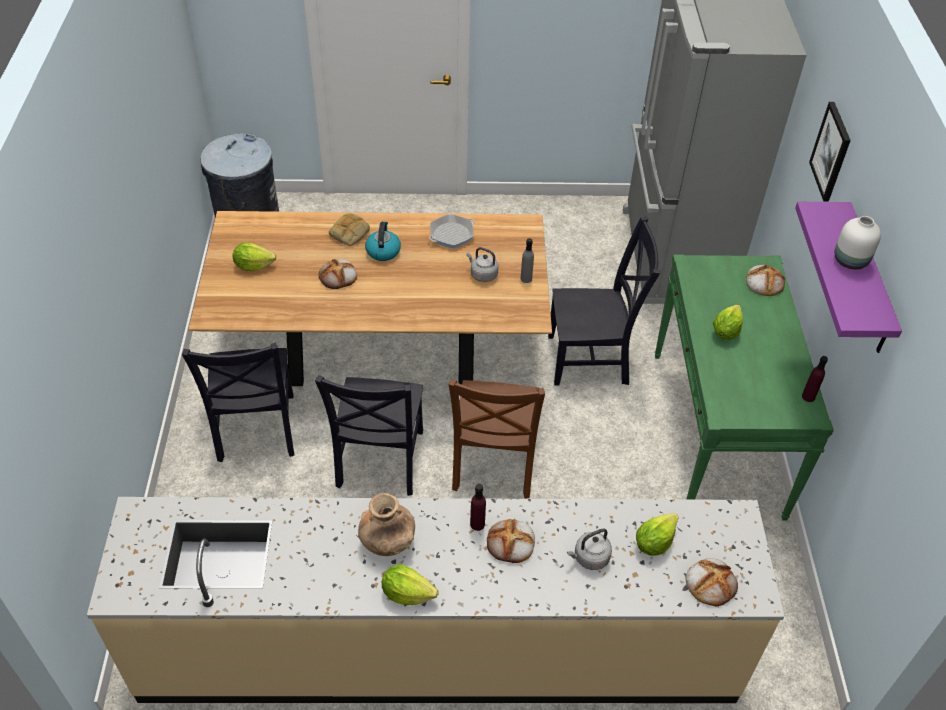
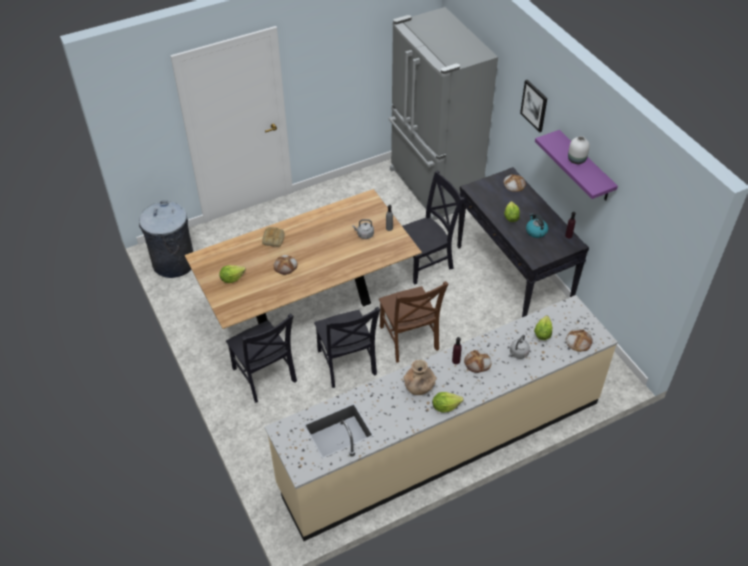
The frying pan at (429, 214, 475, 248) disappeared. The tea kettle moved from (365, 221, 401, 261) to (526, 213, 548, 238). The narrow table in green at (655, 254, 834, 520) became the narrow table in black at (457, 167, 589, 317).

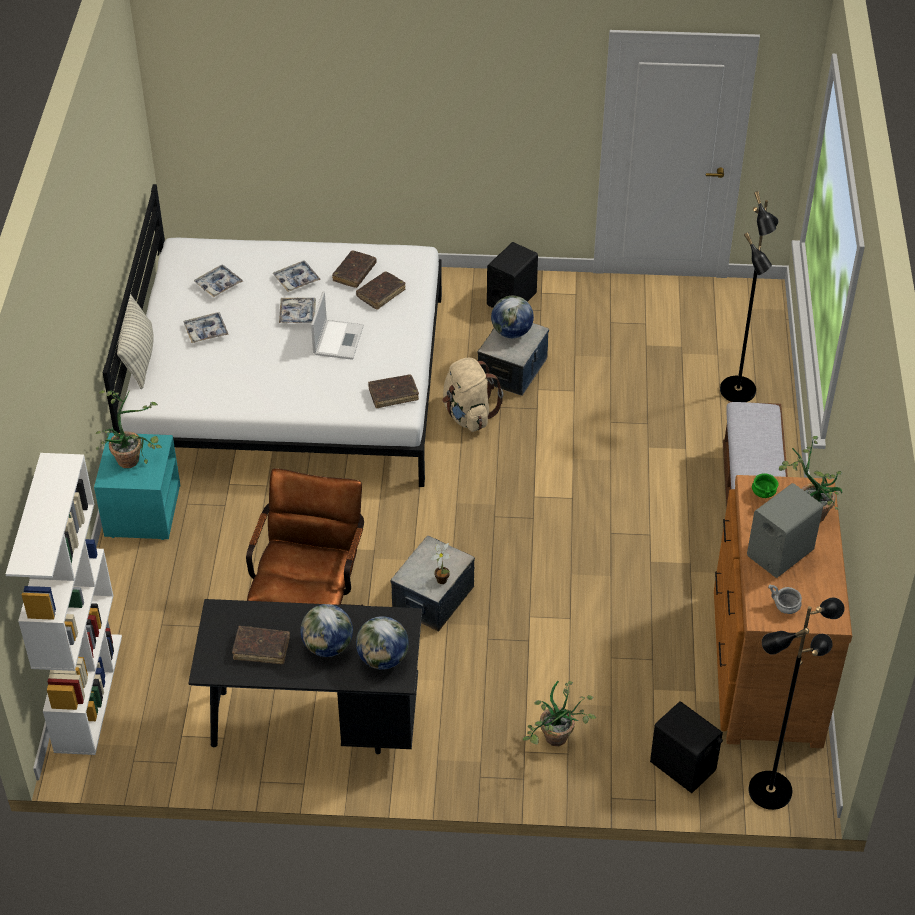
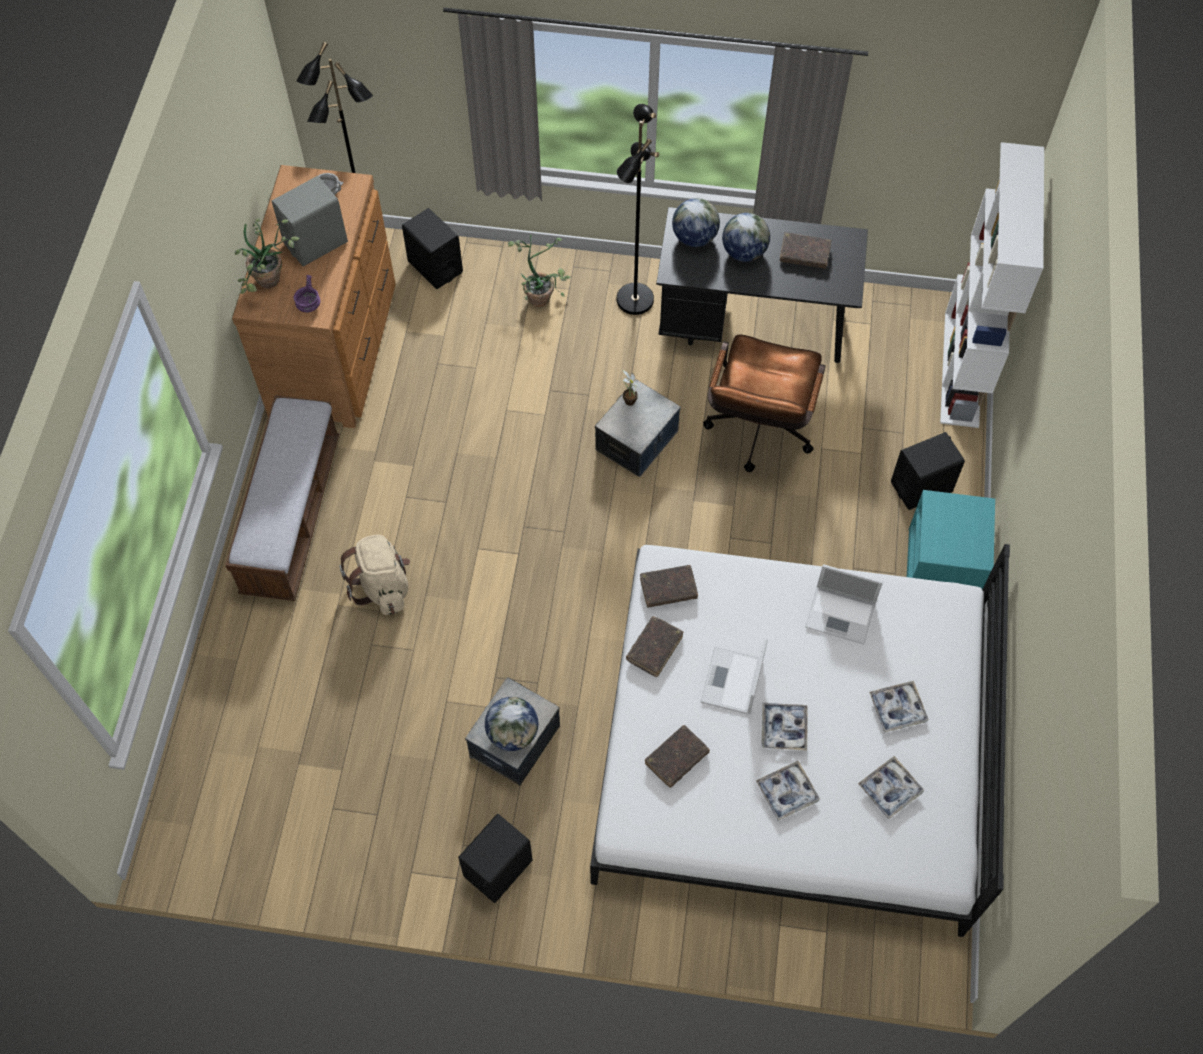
The potted plant at (96, 390, 162, 468) disappeared. The cushion at (117, 294, 154, 389) disappeared. The laptop at (805, 564, 883, 645) appeared. The loudspeaker in black at (891, 432, 965, 510) appeared. The bound book in brown-coloured moved from (332, 250, 377, 288) to (626, 616, 683, 677). The backpack in sand-coloured moved from (442, 358, 503, 432) to (339, 535, 410, 615). The standard lamp in black moved from (720, 191, 779, 402) to (617, 104, 659, 315). The serving bowl in green at (752, 473, 778, 498) became the serving bowl in purple-coloured at (294, 275, 320, 313).

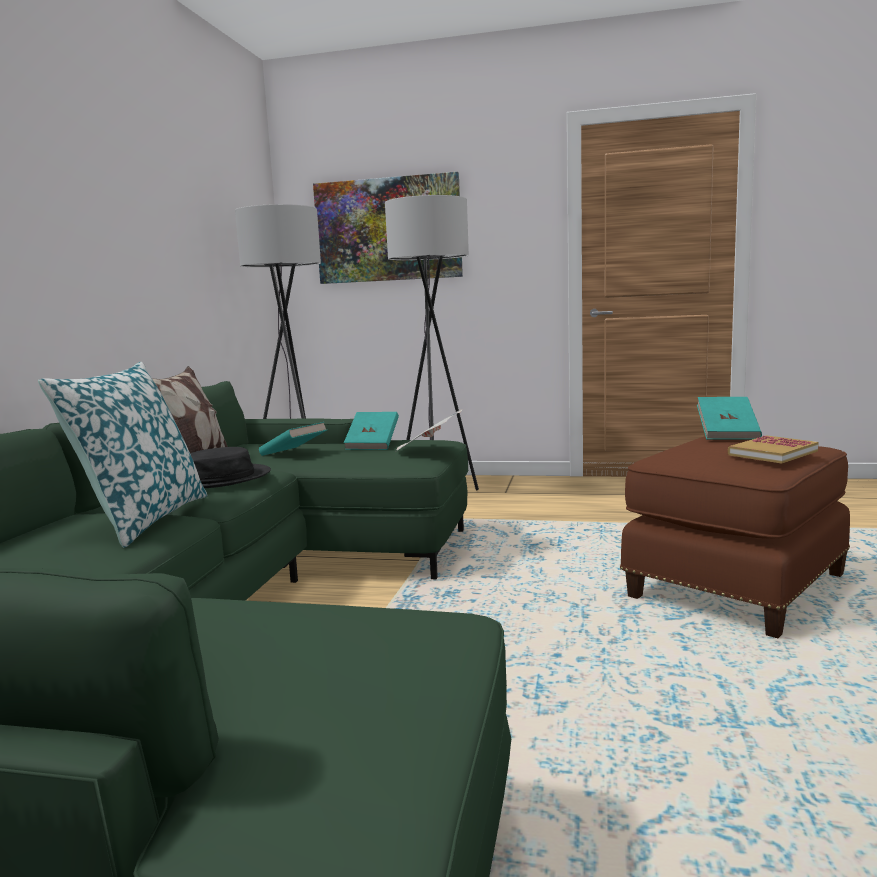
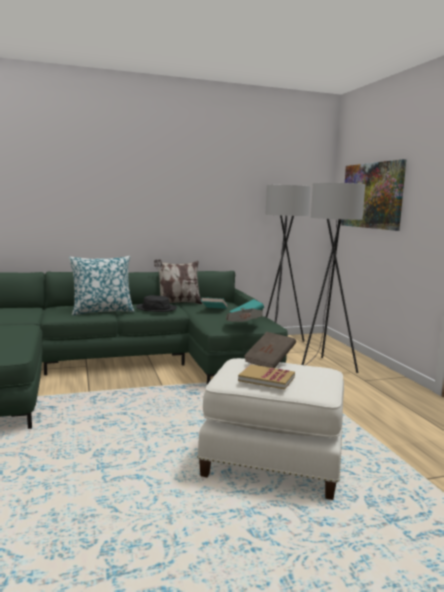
The bound book in turquoise-coloured at (697, 397, 762, 440) disappeared. The bound book in brown-coloured at (244, 332, 296, 368) appeared. The pouffe in brown-coloured at (620, 437, 850, 638) became the pouffe in white-coloured at (197, 358, 344, 500).

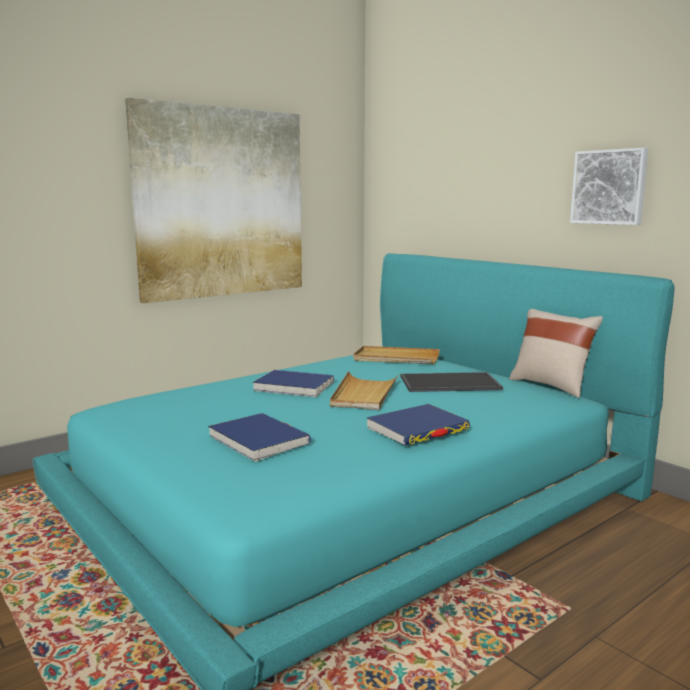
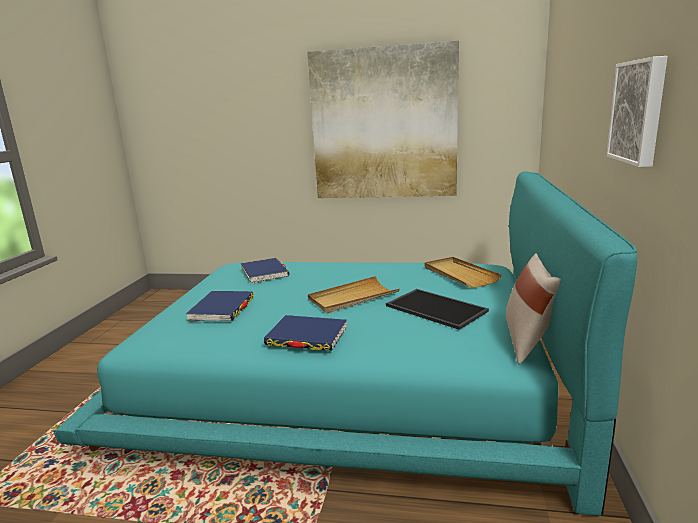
The bound book in bluish moved from (252, 370, 334, 397) to (241, 258, 290, 284).

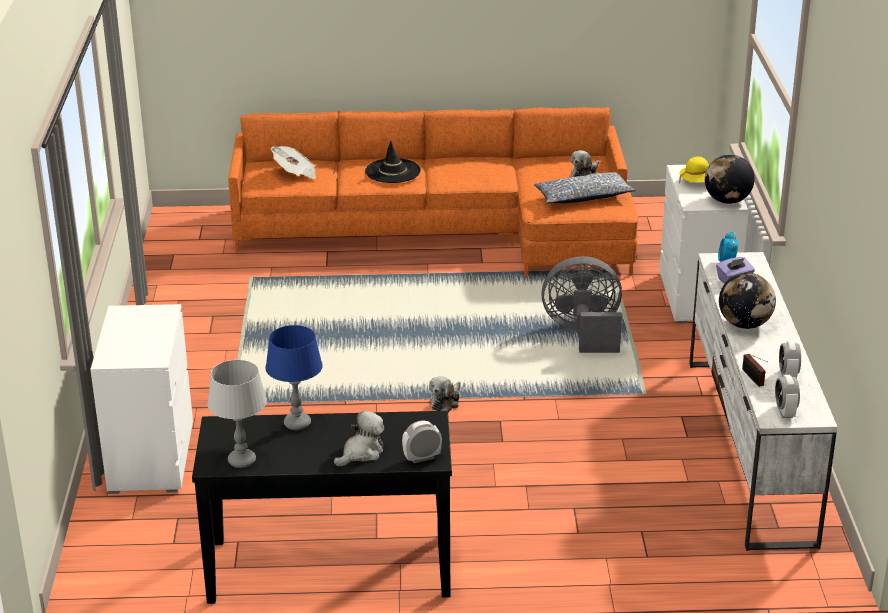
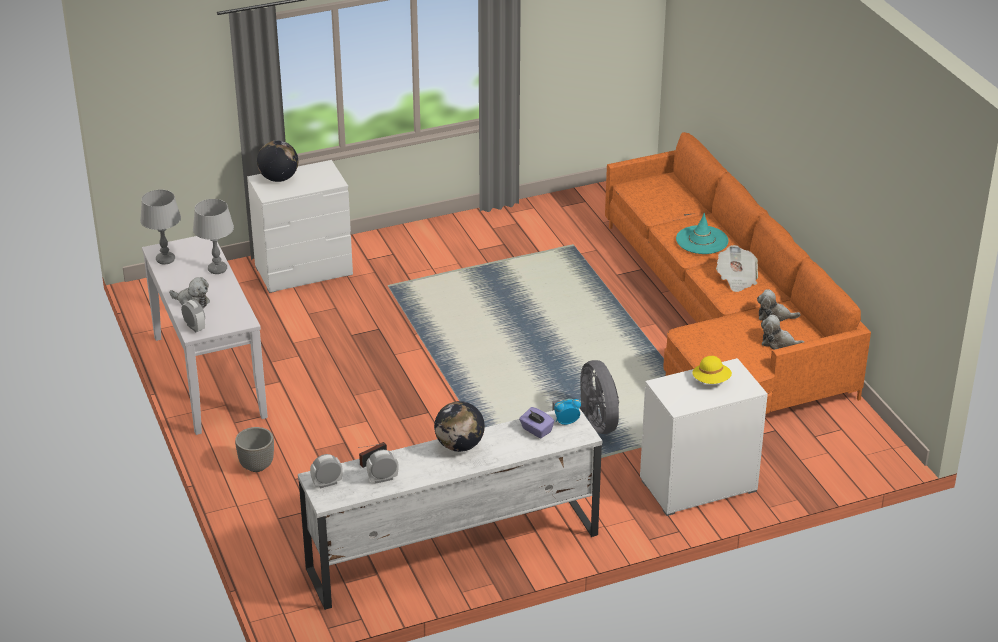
The cushion at (534, 172, 636, 204) disappeared. The plant pot at (235, 427, 274, 472) appeared. The printed paper moved from (271, 146, 316, 179) to (716, 245, 758, 292). The plush toy moved from (429, 376, 461, 412) to (757, 289, 801, 322). The globe moved from (705, 154, 755, 204) to (257, 140, 298, 182). The narrow table in black at (192, 411, 452, 604) became the narrow table in white-coloured at (142, 236, 268, 435). The lamp for a table in bluish at (265, 325, 323, 430) became the lamp for a table in grey at (193, 199, 234, 274). The clothing hat in black at (365, 140, 421, 183) became the clothing hat in turquoise-coloured at (676, 213, 728, 254).

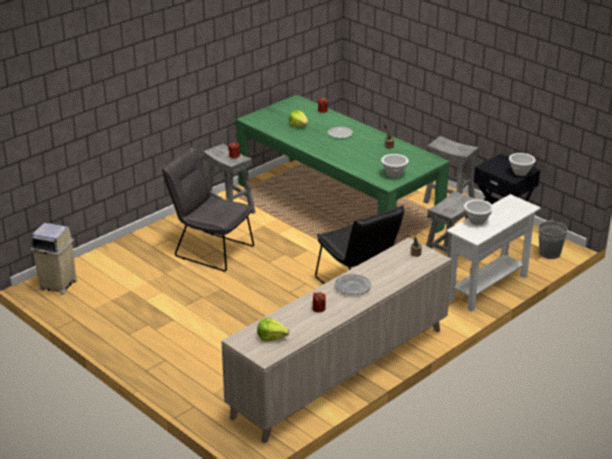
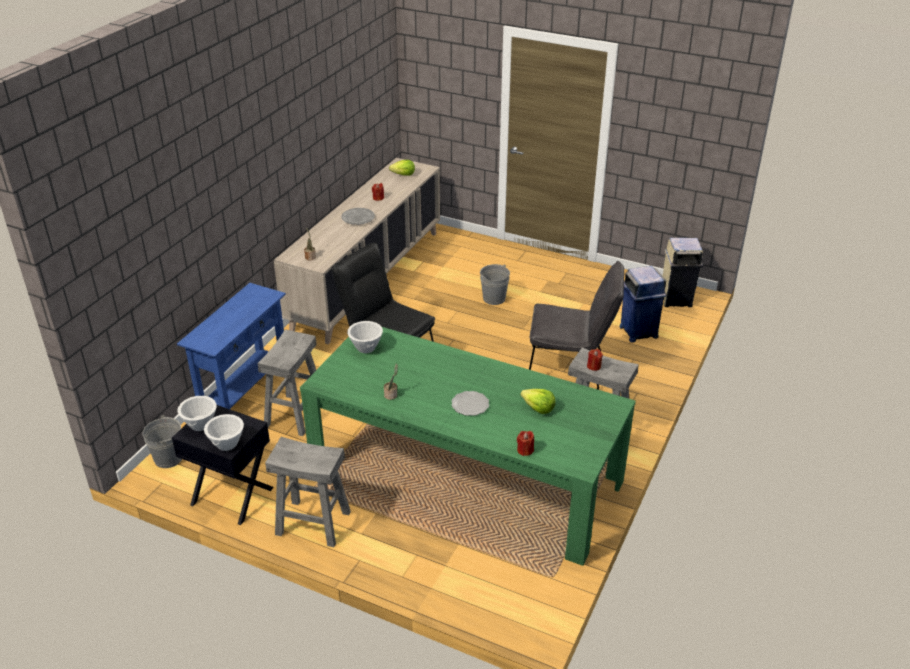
The pail in grey at (480, 264, 510, 305) appeared. The rubbish bin in bluish at (620, 266, 667, 343) appeared. The serving bowl in white-coloured moved from (464, 200, 493, 225) to (204, 414, 244, 451). The narrow table in white-coloured at (446, 194, 541, 312) became the narrow table in bluish at (177, 283, 286, 409).

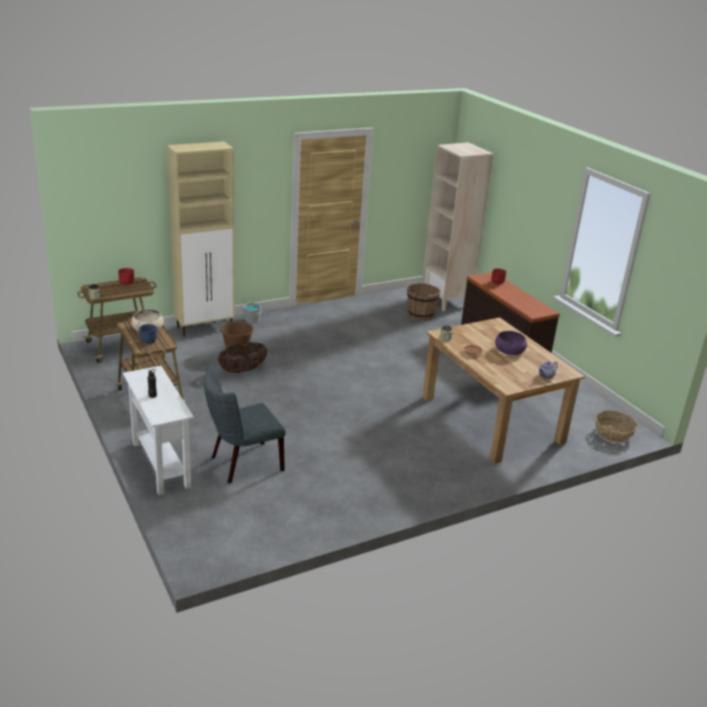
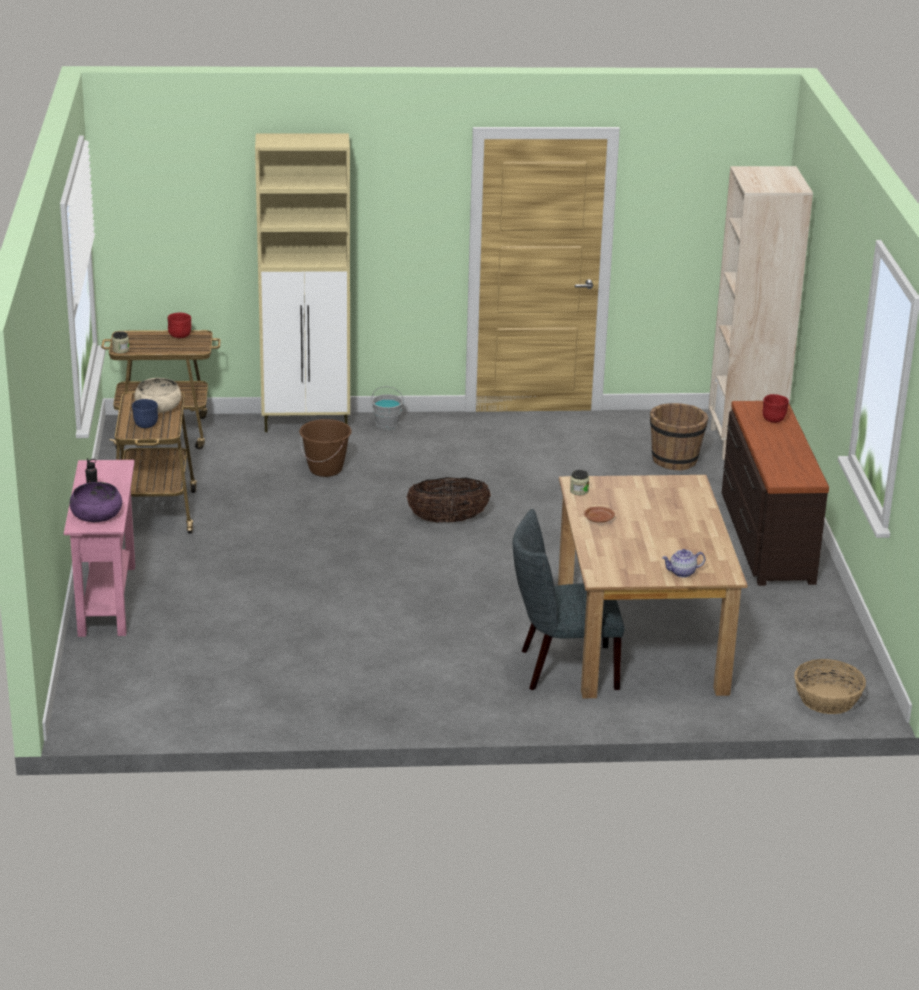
The chair in grey moved from (204, 364, 286, 483) to (513, 509, 625, 690). The basket moved from (218, 342, 267, 373) to (407, 477, 491, 523). The serving bowl in purple-coloured moved from (495, 331, 527, 355) to (70, 482, 122, 522). The narrow table in white-coloured at (123, 366, 194, 495) became the narrow table in pinkish at (64, 460, 135, 637).

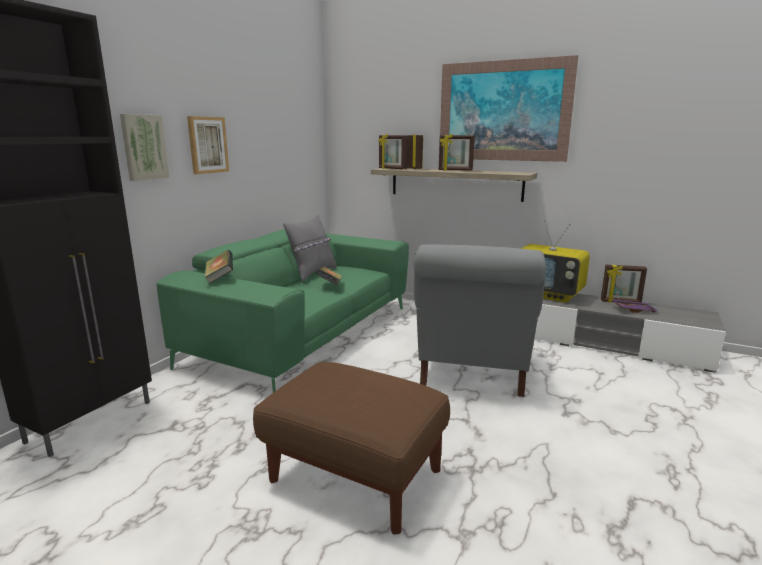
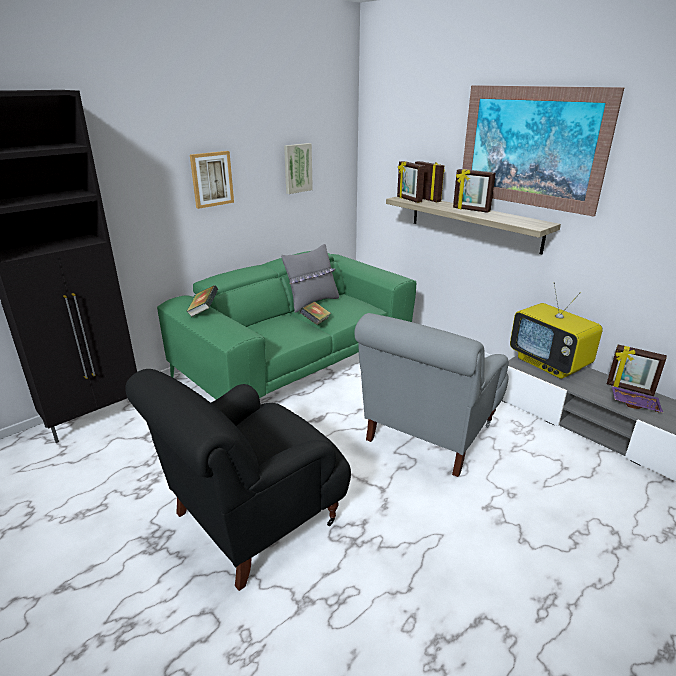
The picture moved from (120, 114, 169, 181) to (284, 143, 313, 194). The pouffe in brown-coloured at (253, 362, 450, 535) was replaced by the armchair in black at (125, 369, 351, 591).

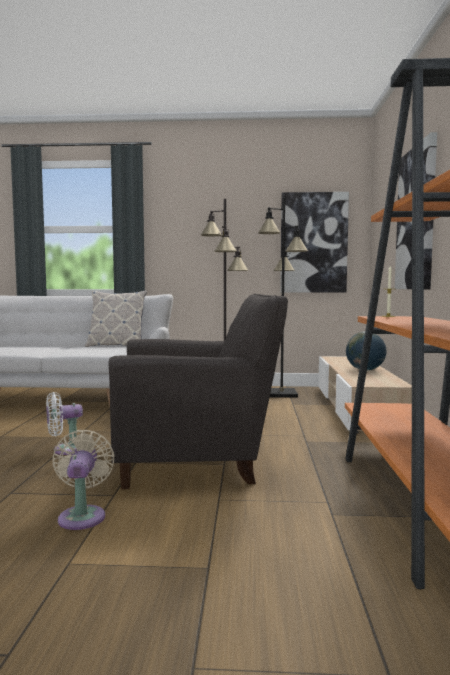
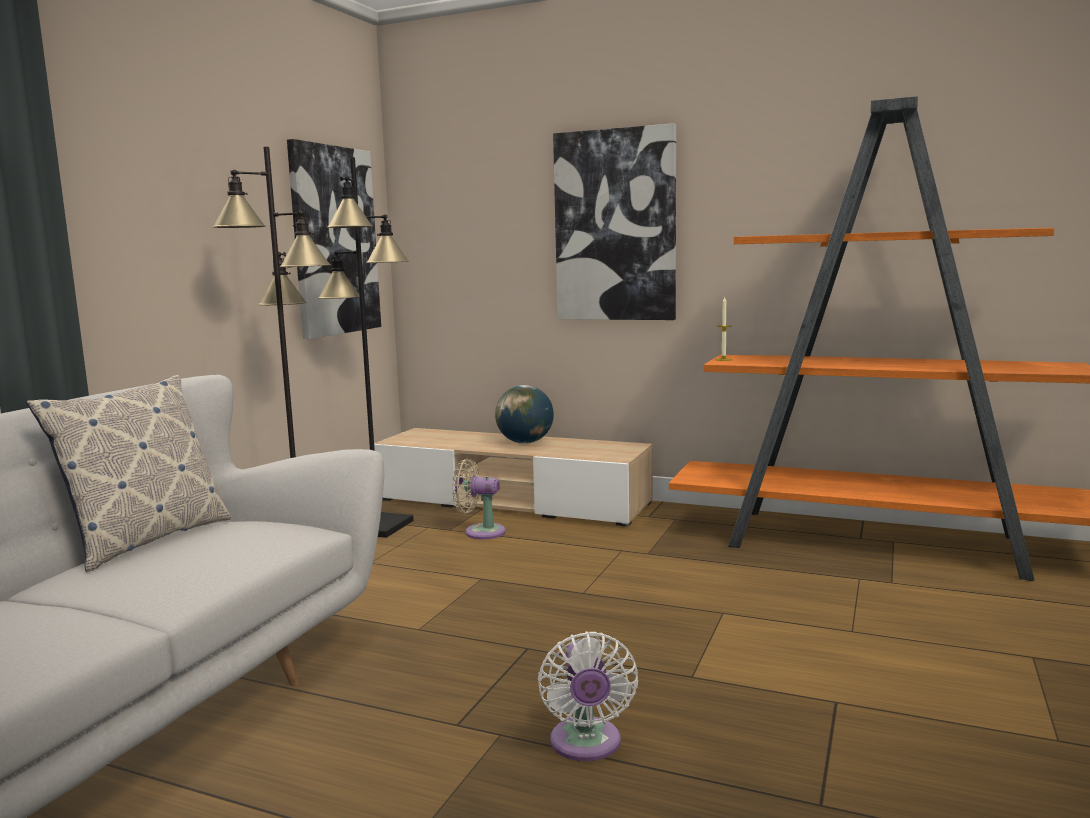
The armchair in grey at (108, 294, 288, 489) disappeared. The fan in sand-coloured moved from (53, 430, 115, 530) to (452, 459, 506, 539).

